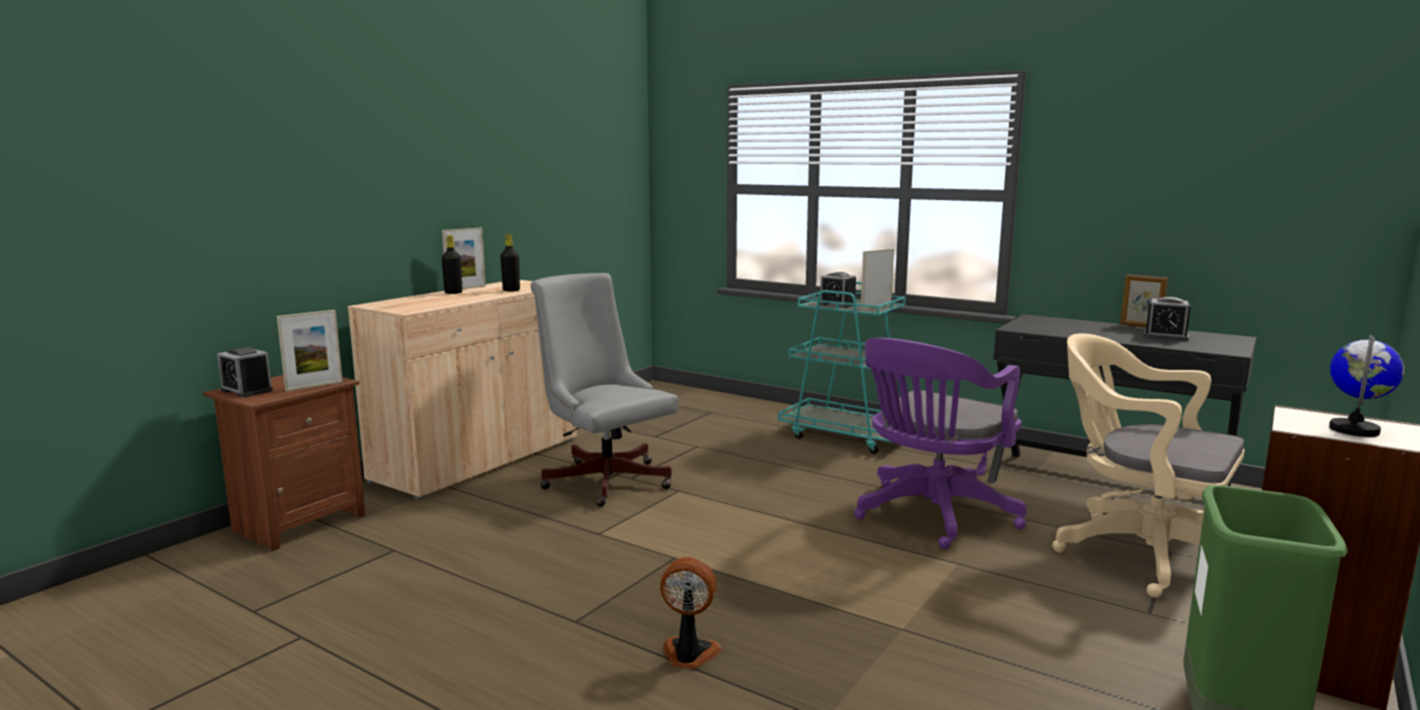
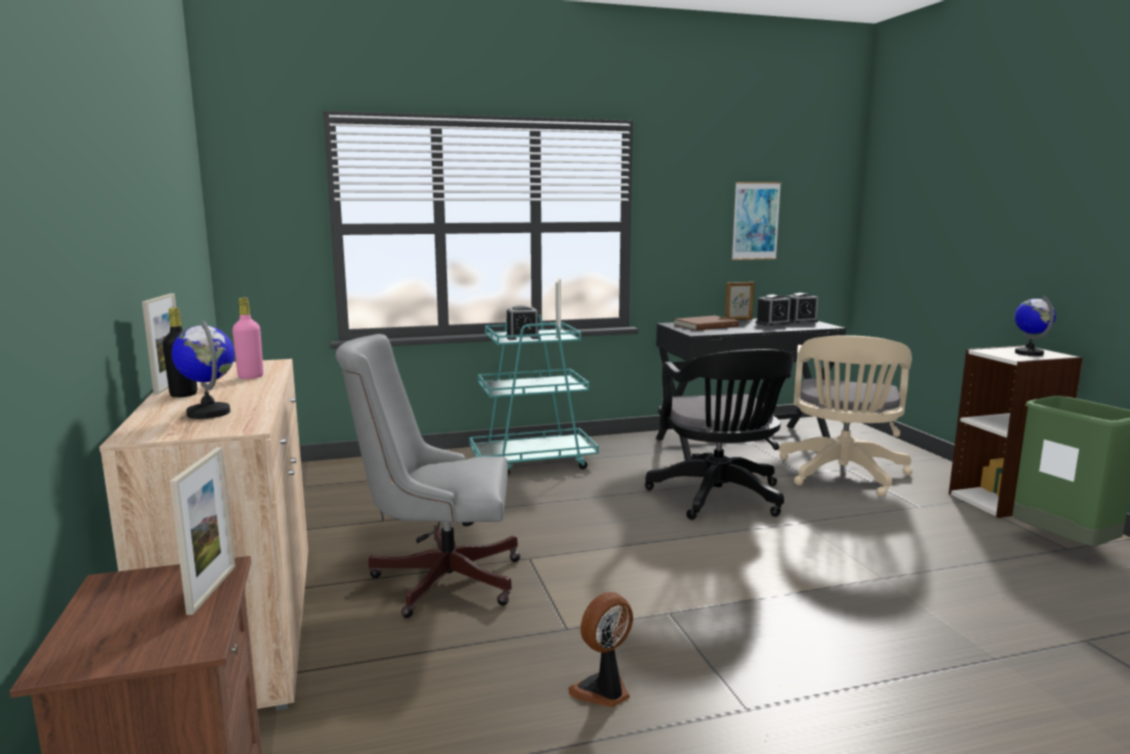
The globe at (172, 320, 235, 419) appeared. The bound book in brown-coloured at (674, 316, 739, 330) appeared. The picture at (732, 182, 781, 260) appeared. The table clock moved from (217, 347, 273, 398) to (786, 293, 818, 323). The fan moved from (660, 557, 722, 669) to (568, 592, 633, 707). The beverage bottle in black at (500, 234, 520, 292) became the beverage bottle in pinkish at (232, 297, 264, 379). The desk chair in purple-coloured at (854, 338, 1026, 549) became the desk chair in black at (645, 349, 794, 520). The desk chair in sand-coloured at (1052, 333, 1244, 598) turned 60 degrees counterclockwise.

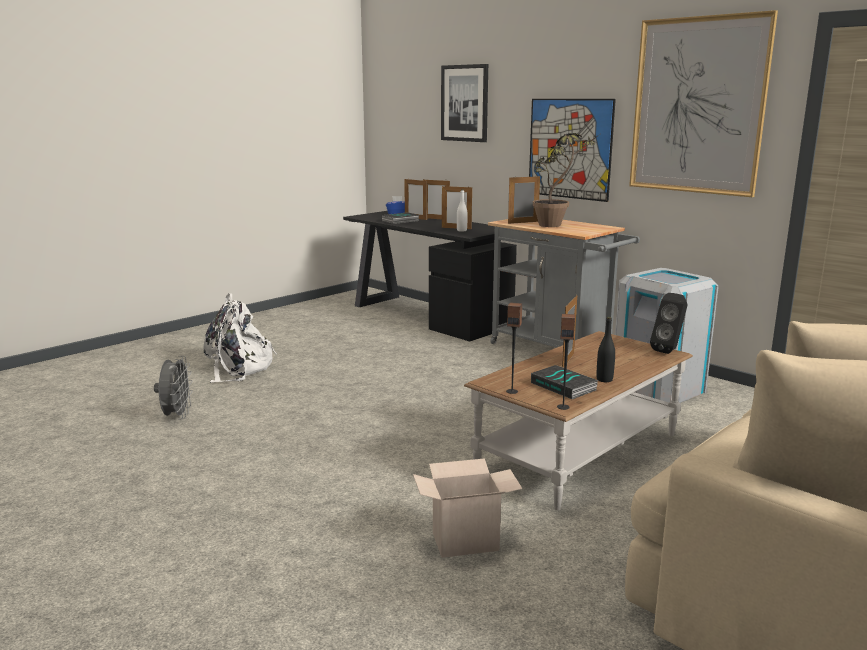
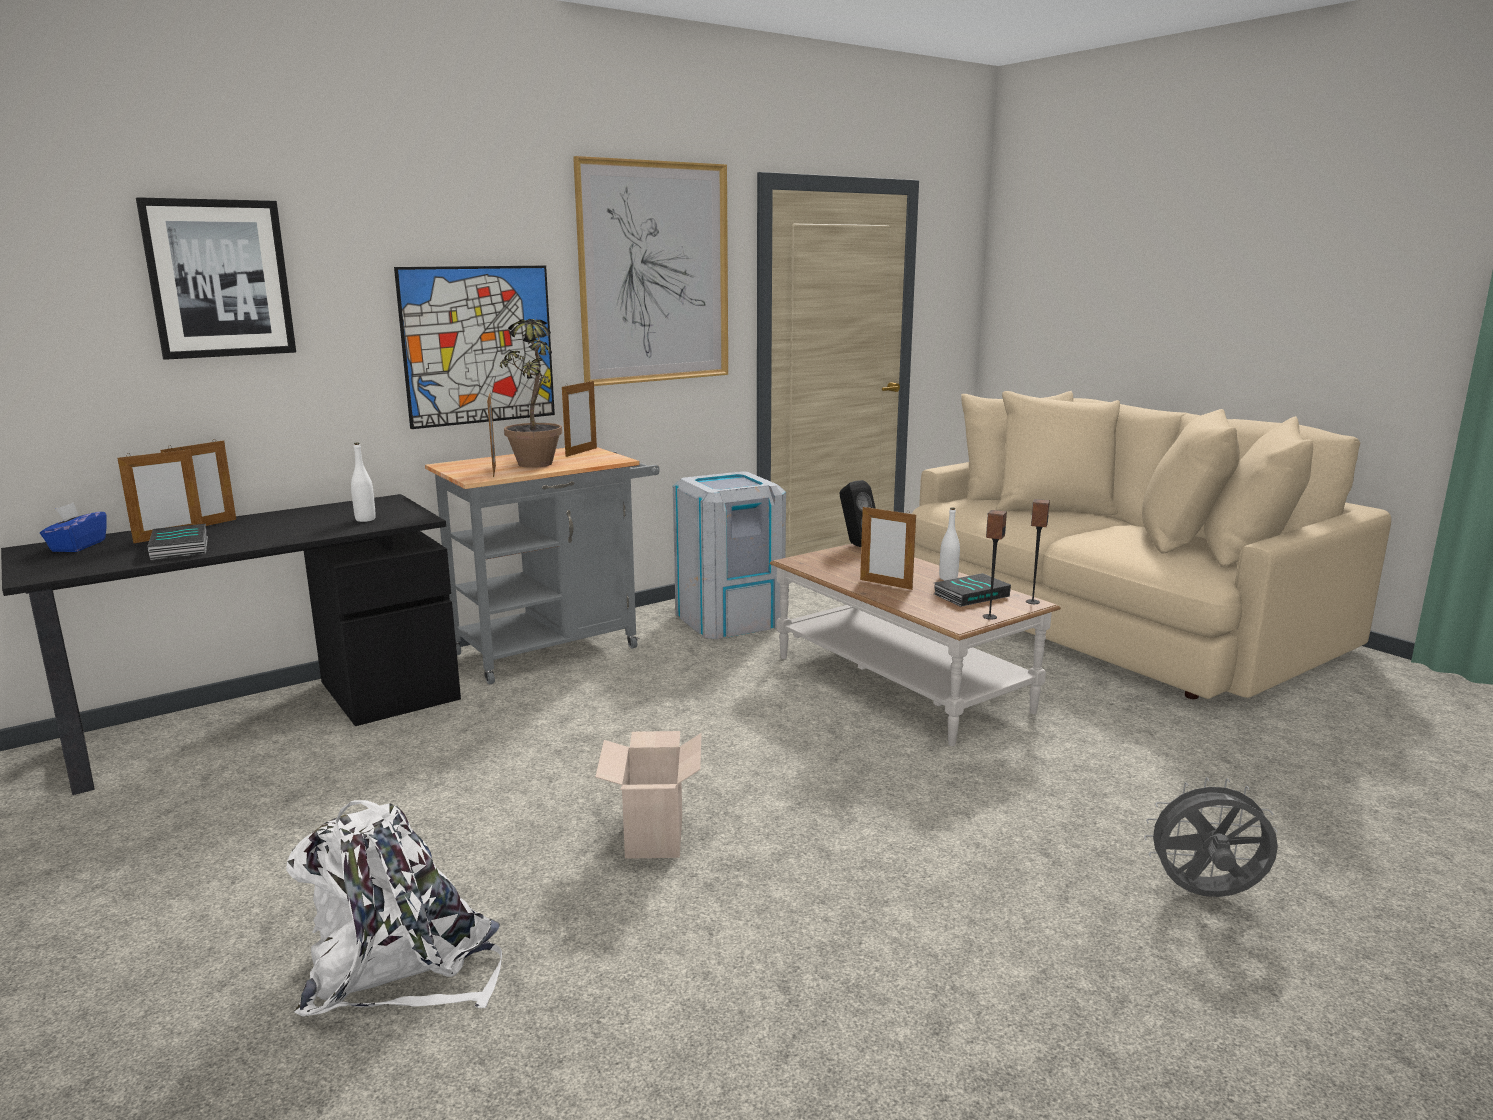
The fan in grey moved from (154, 356, 193, 419) to (1144, 777, 1278, 897). The cardboard box moved from (413, 458, 522, 558) to (595, 731, 702, 859). The standing frame moved from (442, 186, 472, 229) to (562, 379, 597, 457). The beverage bottle in black at (596, 317, 615, 382) became the beverage bottle in white-coloured at (939, 508, 960, 580).

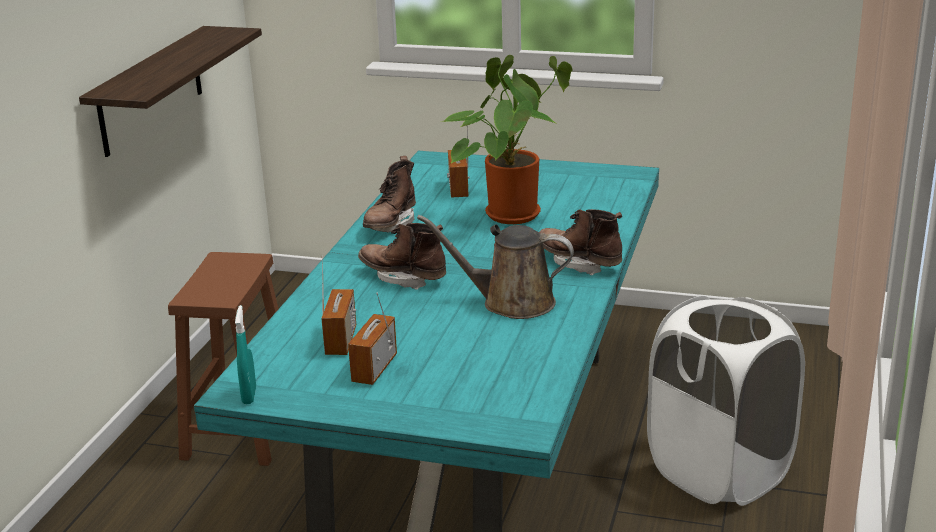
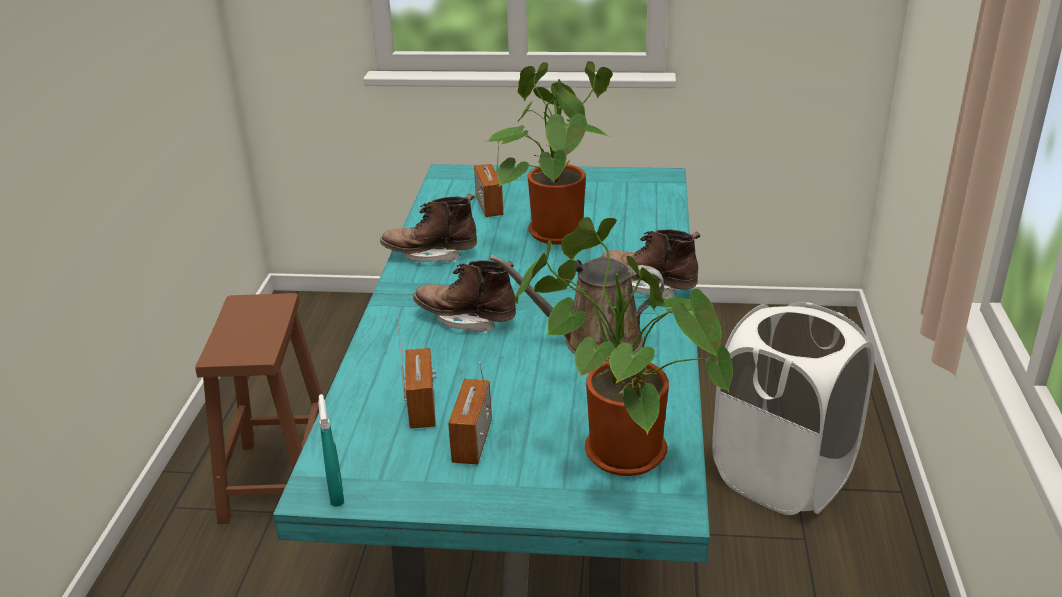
The bracket shelf at (79, 26, 262, 157) disappeared. The potted plant at (514, 217, 733, 476) appeared. The boot in brown-coloured at (363, 156, 416, 233) turned 75 degrees clockwise.

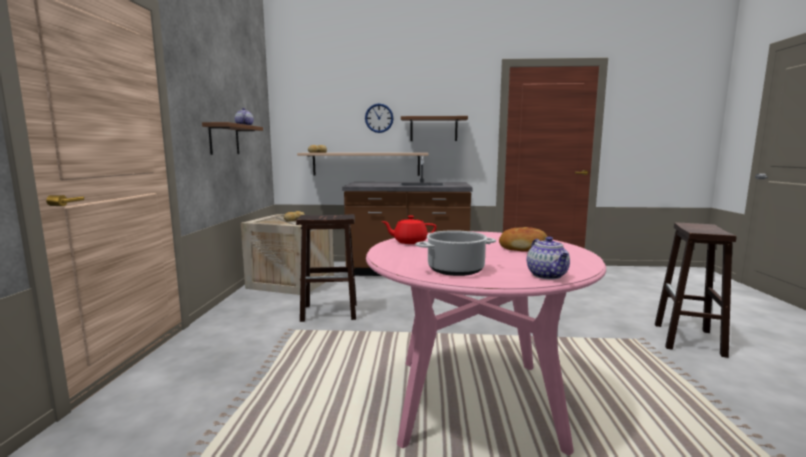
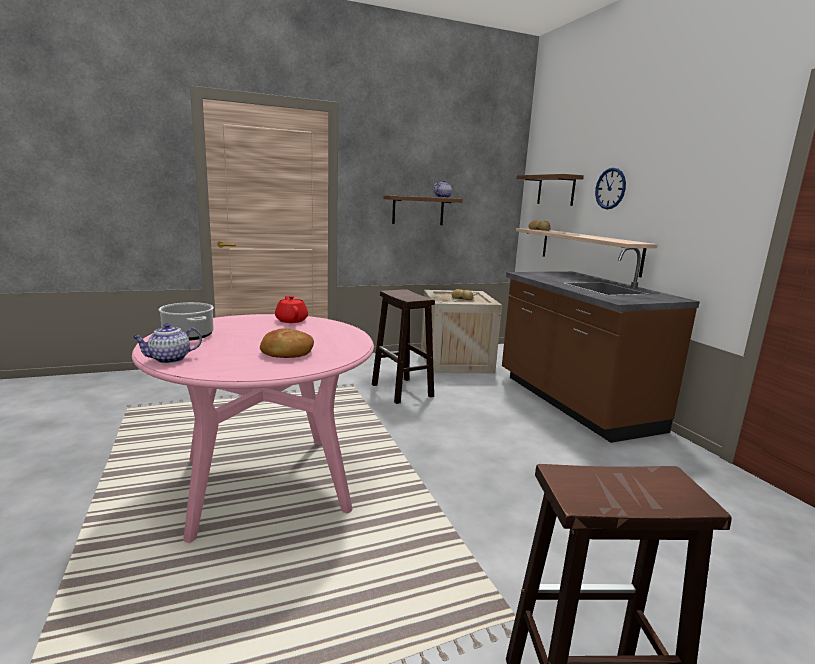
The bracket shelf in brown-coloured moved from (401, 116, 468, 141) to (516, 174, 584, 206).

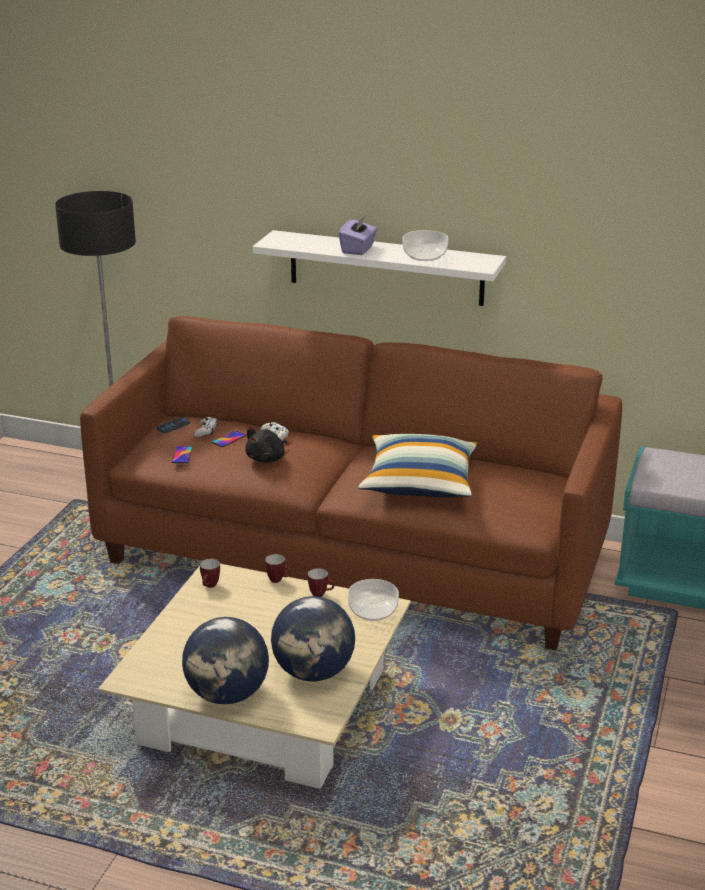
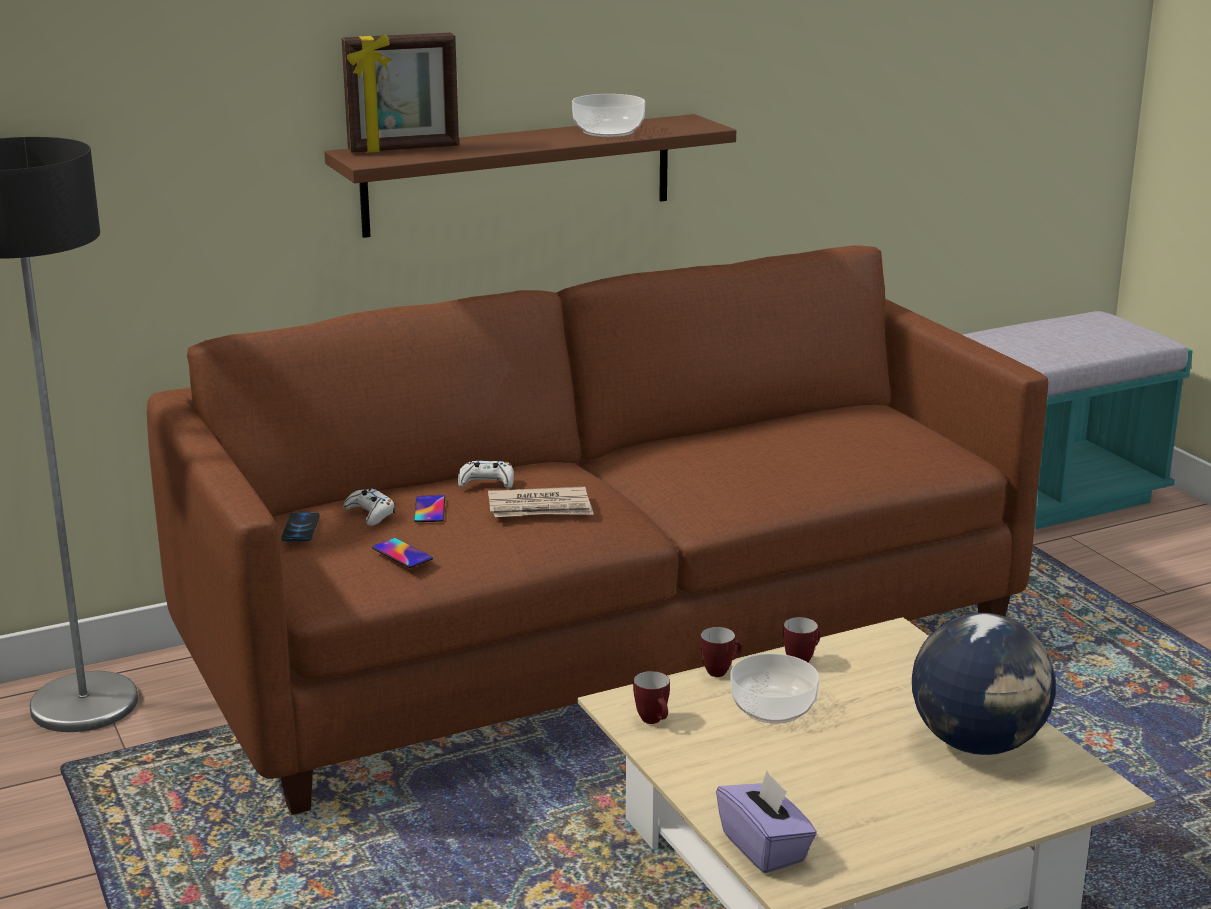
The globe at (182, 617, 269, 704) disappeared. The cushion at (358, 434, 478, 498) disappeared. The standing frame at (342, 32, 459, 153) appeared. The tissue box in purple-coloured moved from (339, 215, 377, 255) to (716, 771, 817, 873). The serving bowl moved from (348, 579, 399, 621) to (730, 653, 819, 724). The plush toy in black at (245, 428, 287, 462) was replaced by the printed paper at (488, 487, 594, 517). The bracket shelf in white-coloured at (253, 230, 506, 306) became the bracket shelf in brown-coloured at (324, 114, 736, 238).

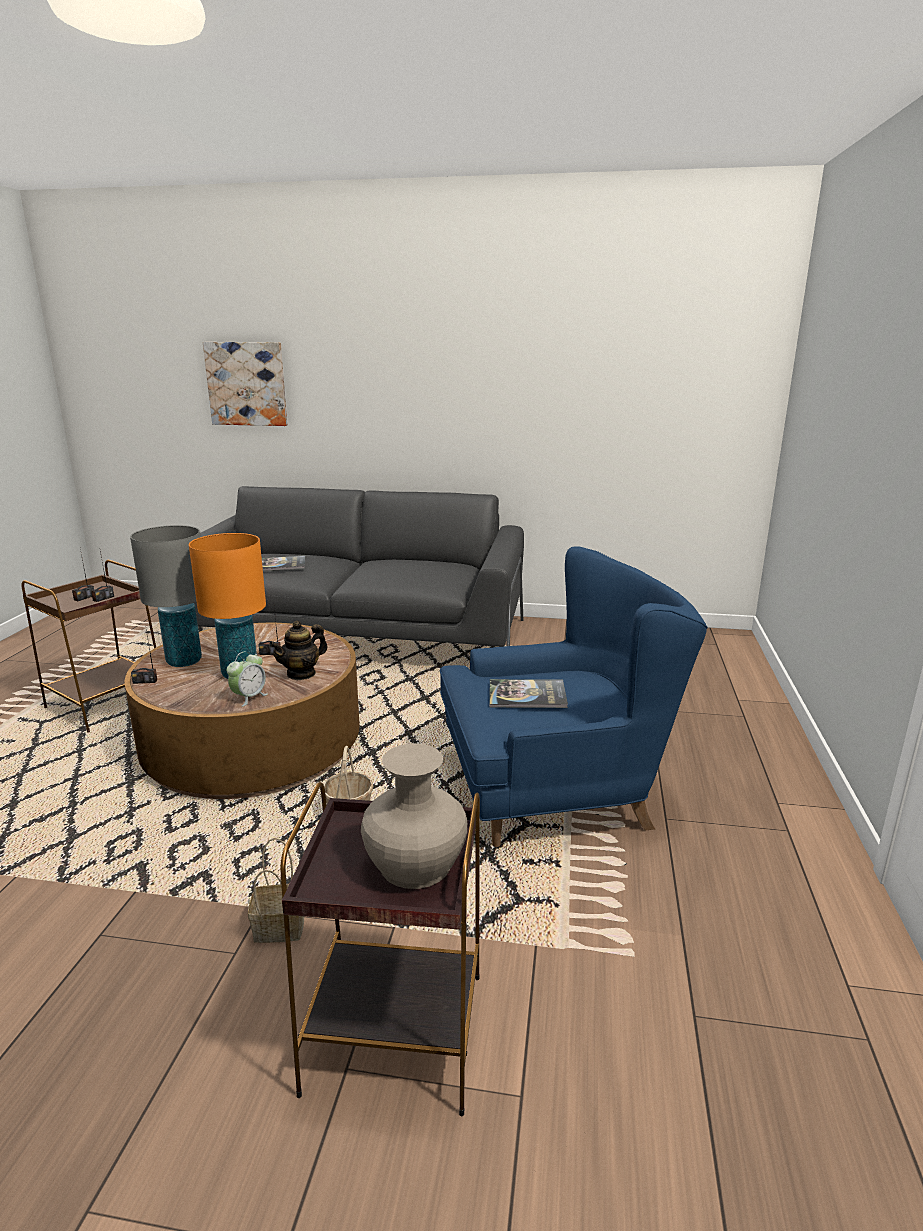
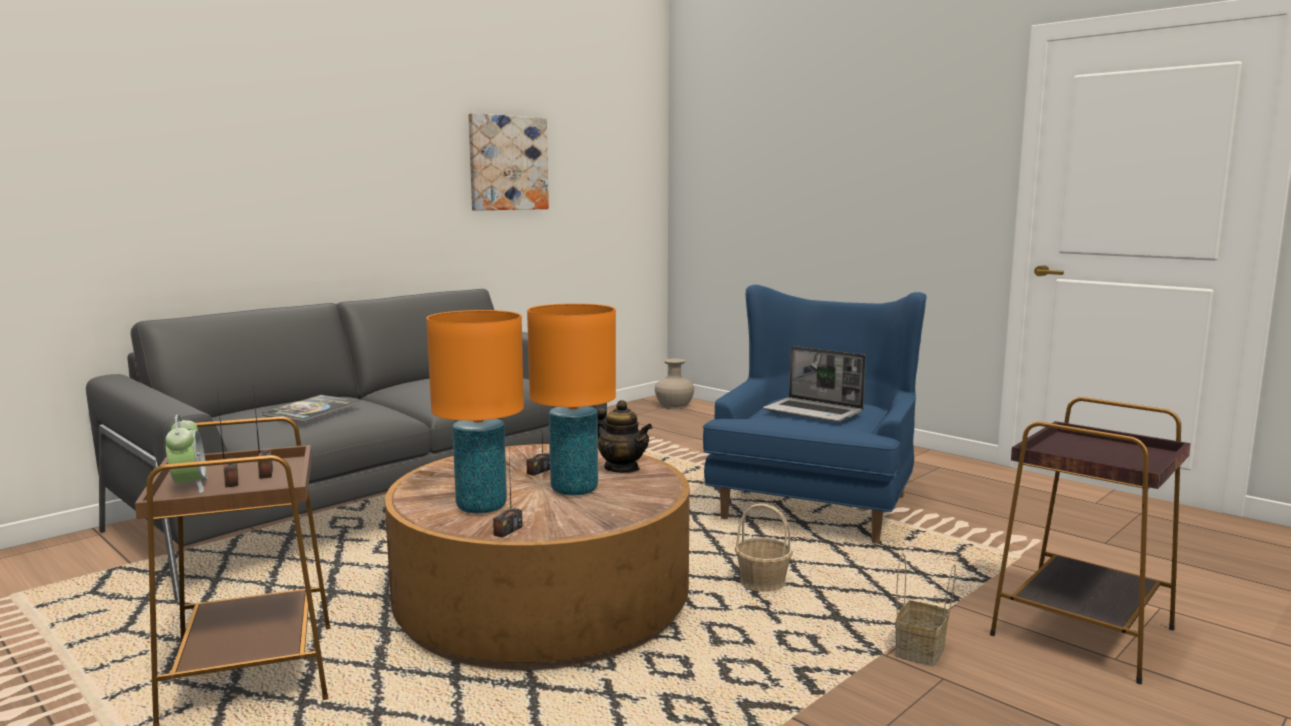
The picture moved from (203, 342, 288, 426) to (468, 113, 549, 211). The table clock moved from (227, 651, 268, 707) to (165, 415, 208, 493). The flower vase in sand-coloured moved from (361, 743, 467, 889) to (655, 359, 694, 409). The bound book at (489, 679, 568, 708) was replaced by the laptop at (763, 346, 866, 423). The lamp for a table in grey at (130, 525, 202, 667) became the lamp for a table in orangey at (426, 310, 524, 514). The teapot at (269, 621, 328, 680) turned 45 degrees counterclockwise.

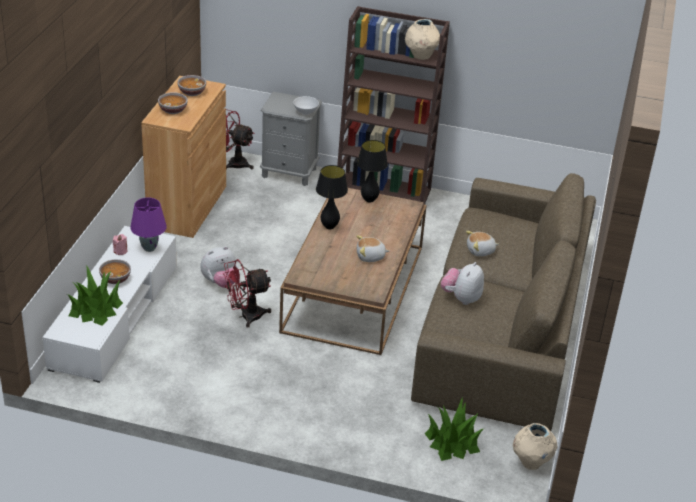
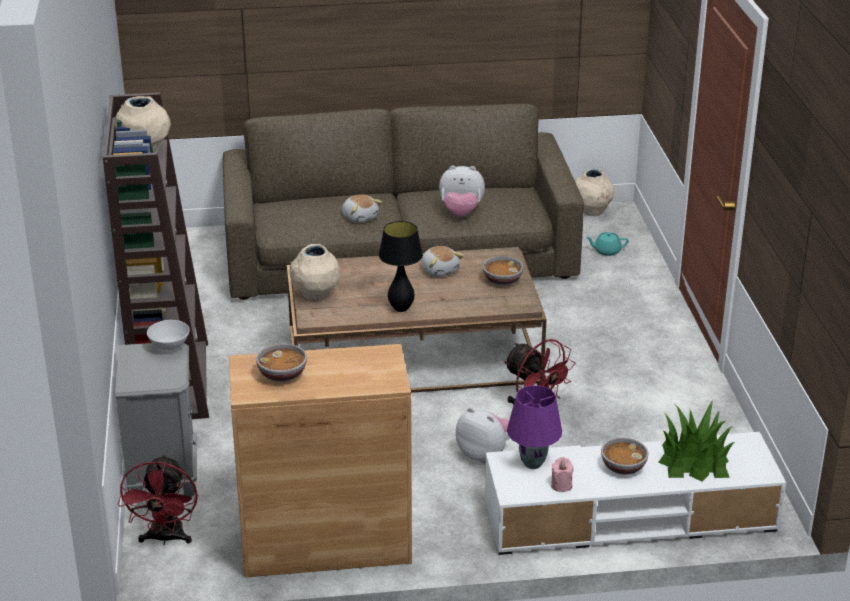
The serving bowl moved from (158, 92, 188, 114) to (483, 256, 523, 286). The lamp for a table in black at (357, 140, 388, 203) was replaced by the flower vase in sand-coloured at (290, 244, 340, 301). The potted plant at (424, 398, 483, 461) was replaced by the teapot in turquoise-coloured at (586, 232, 629, 256).

